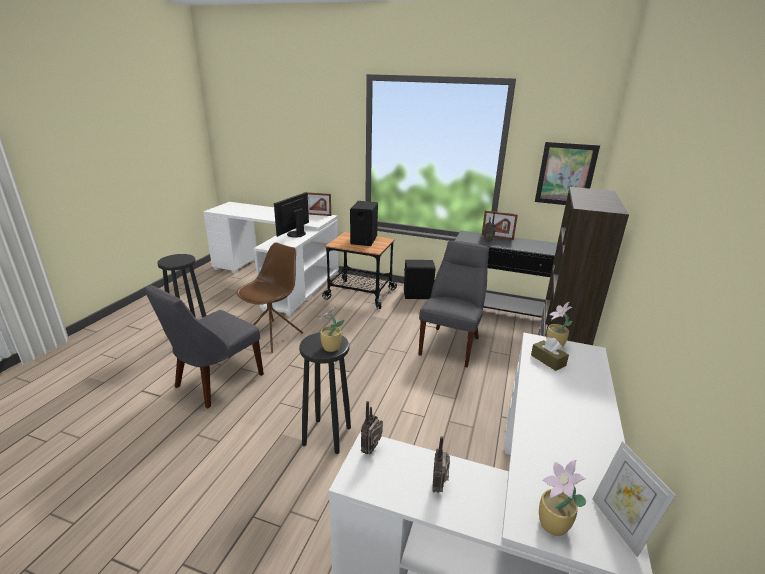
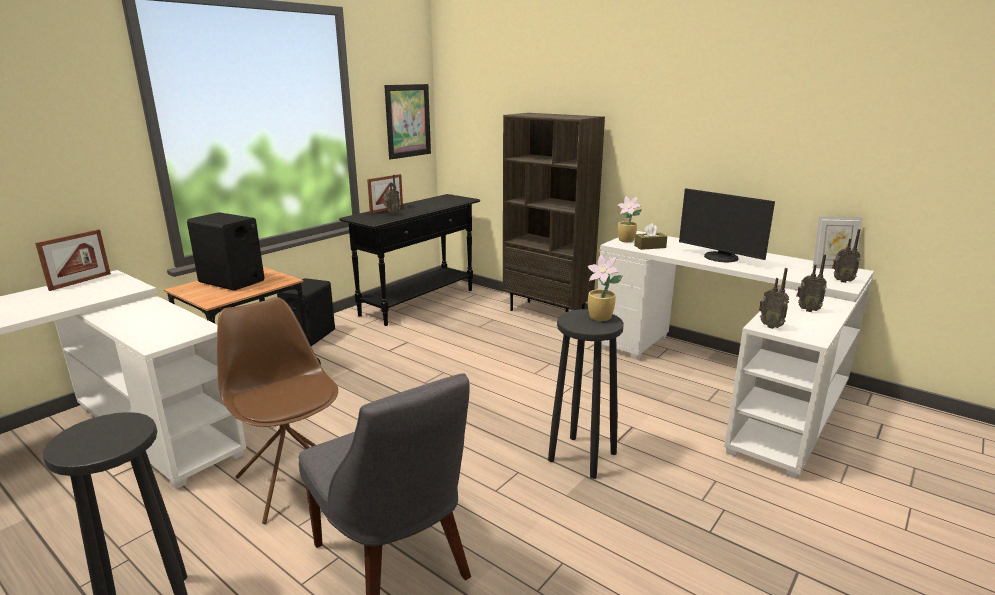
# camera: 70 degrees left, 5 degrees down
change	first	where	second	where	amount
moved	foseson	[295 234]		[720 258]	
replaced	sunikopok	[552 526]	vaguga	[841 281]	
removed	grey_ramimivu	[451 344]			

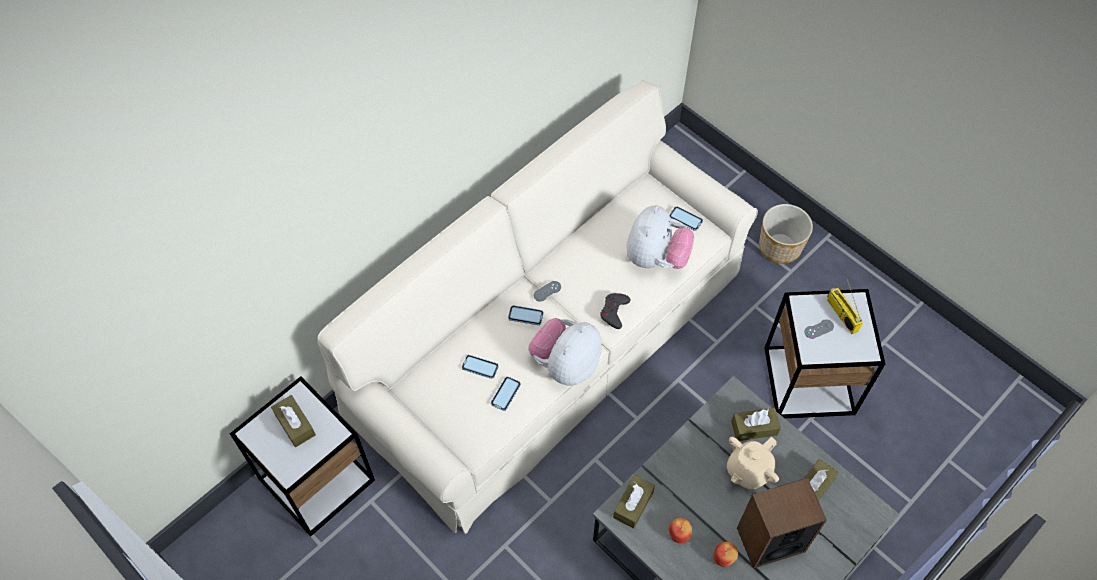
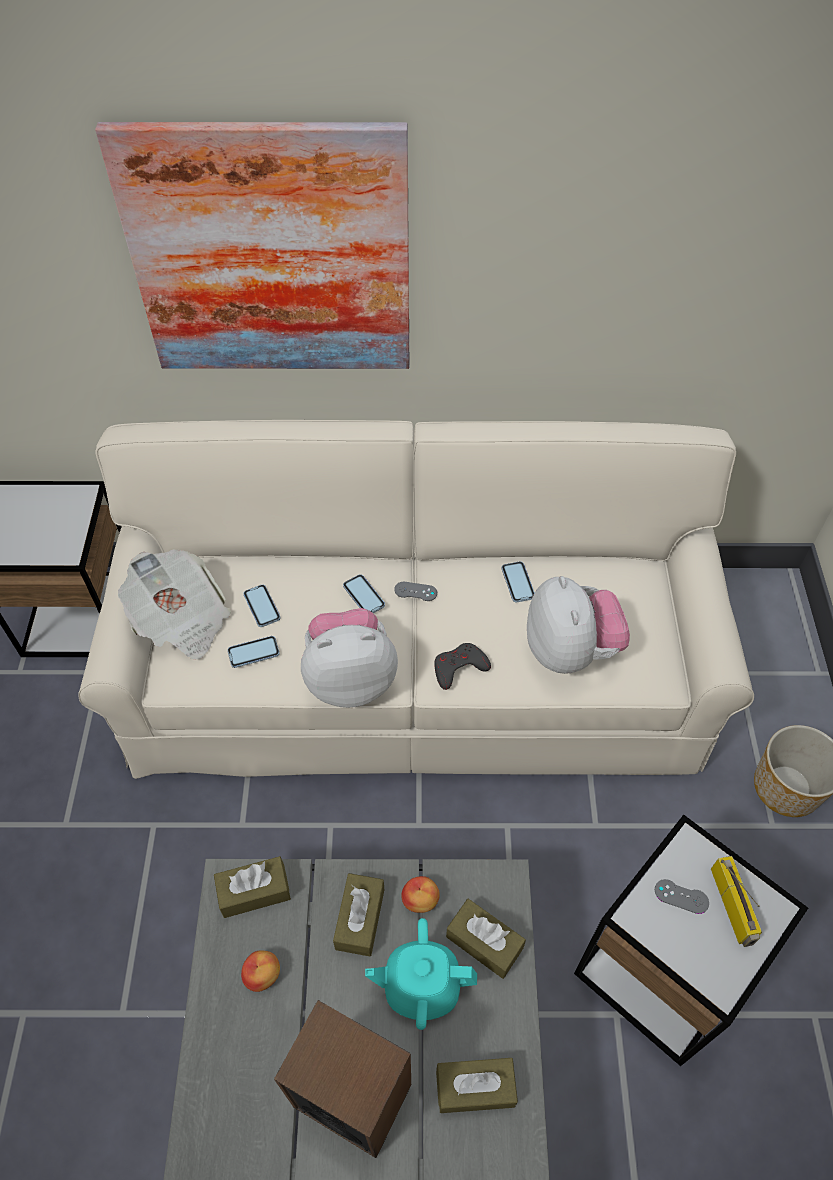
# camera: 45 degrees right, 5 degrees down
change	first	where	second	where	amount
added			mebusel	[271 255]	
added			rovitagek	[181 620]	
moved	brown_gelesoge	[295 424]		[360 919]	
recoloured	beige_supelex	[748 470]	turquoise_supelex	[421 985]	
moved	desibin	[724 557]		[420 900]	
moved	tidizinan	[685 219]		[518 583]	
turned	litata	[656 257]		[570 650]	75 degrees counterclockwise
turned	vaguga	[841 314]		[733 906]	150 degrees clockwise

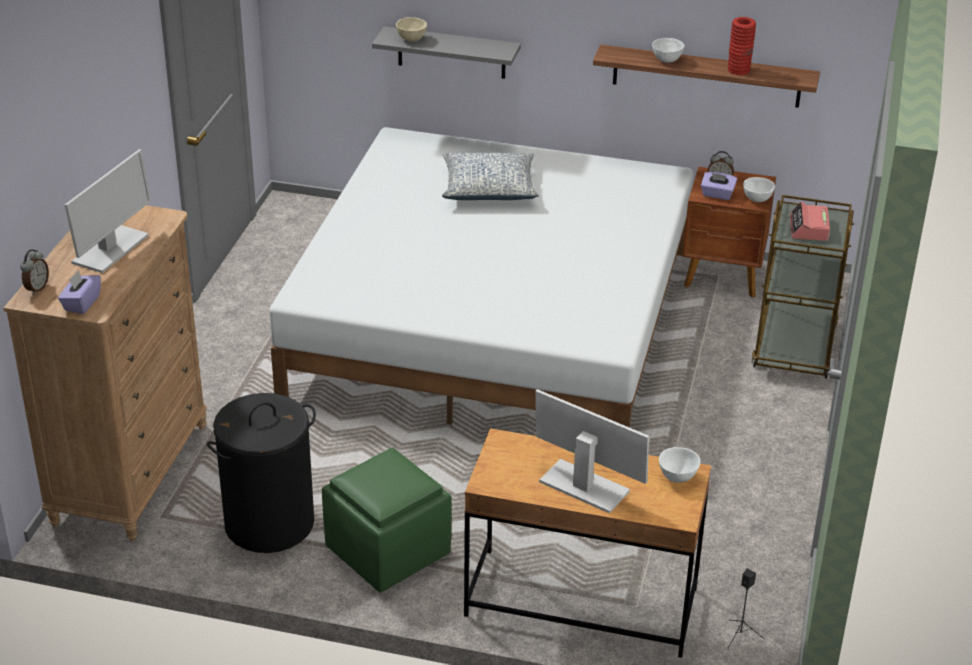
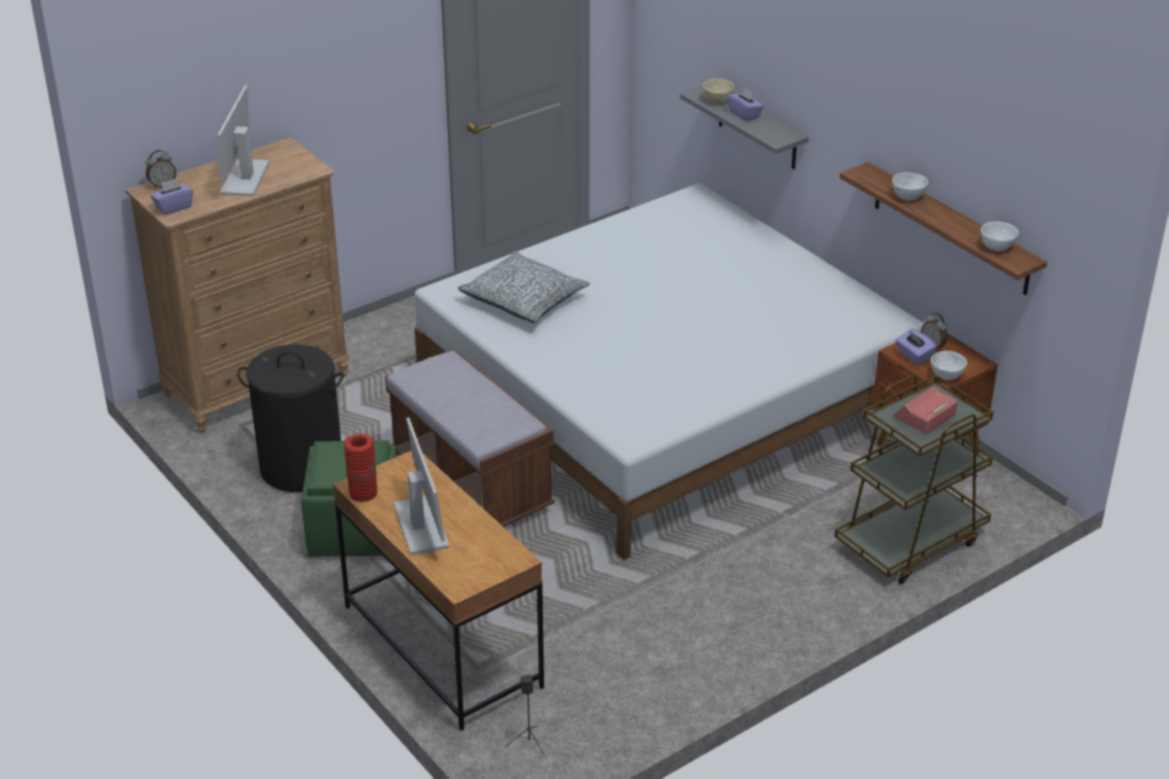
# camera: 40 degrees right, 0 degrees up
change	first	where	second	where	amount
turned	foseson	[110 250]		[244 178]	120 degrees clockwise
moved	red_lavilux	[738 70]		[363 493]	
added			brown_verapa	[471 484]	
moved	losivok	[489 188]		[524 300]	
added			purple_gelesoge	[744 114]	
moved	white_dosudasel	[678 476]		[997 248]	

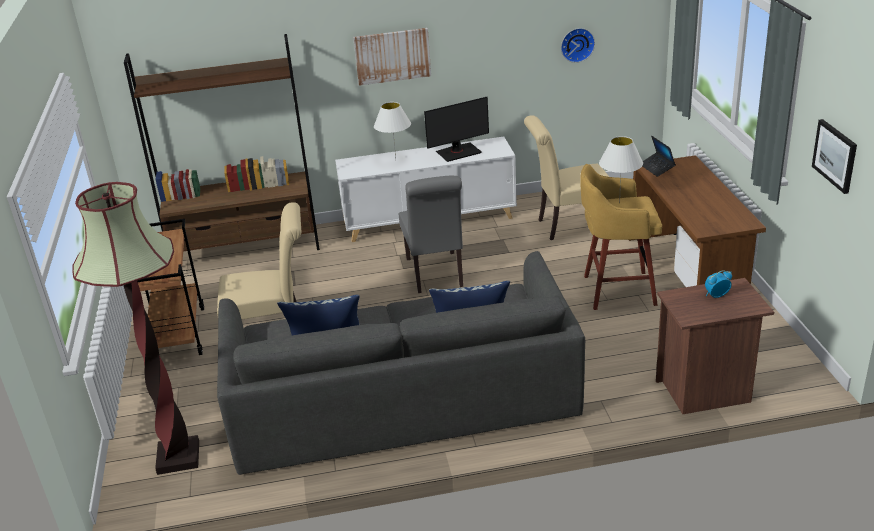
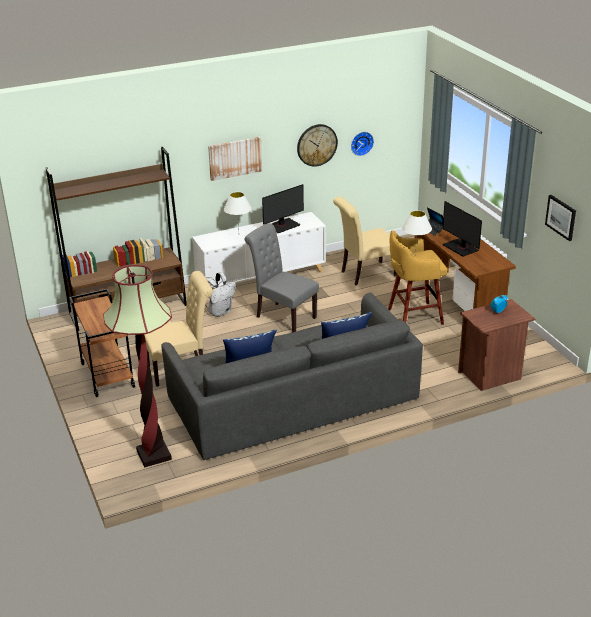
# camera: 15 degrees left, 0 degrees up
change	first	where	second	where	amount
added			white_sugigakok	[219 312]	
turned	grey_ramimivu	[436 275]		[282 316]	150 degrees clockwise
added			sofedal	[317 145]	
added			foseson	[461 248]	

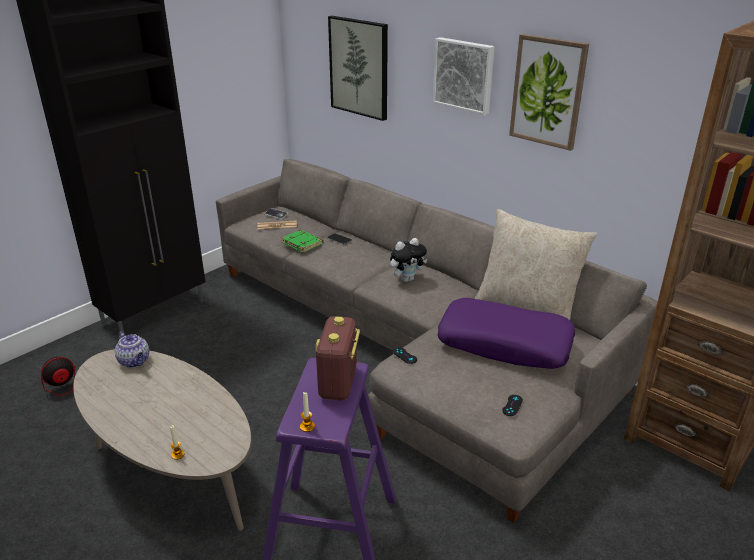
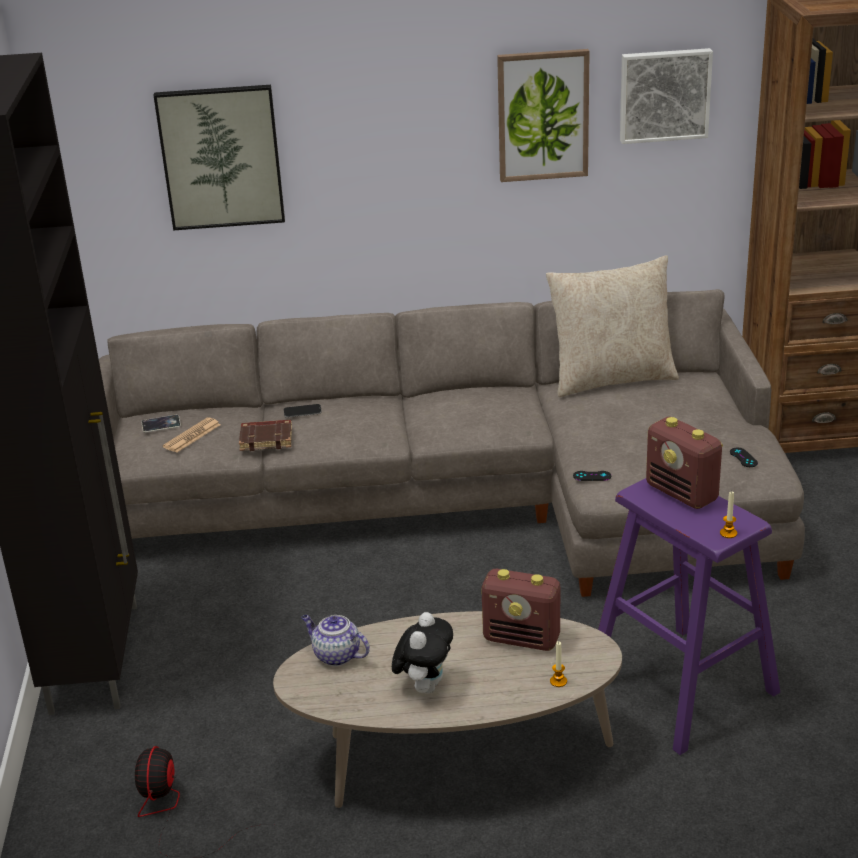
# camera: 45 degrees left, 0 degrees up
change	first	where	second	where	amount
recoloured	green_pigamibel	[303 244]	brown_pigamibel	[267 439]	
turned	supelex	[135 361]		[335 655]	150 degrees counterclockwise
moved	litata	[407 279]		[425 686]	
added			vaguga	[522 639]	
moved	mebusel	[464 75]		[664 95]	
removed	purple_losivok	[504 344]			

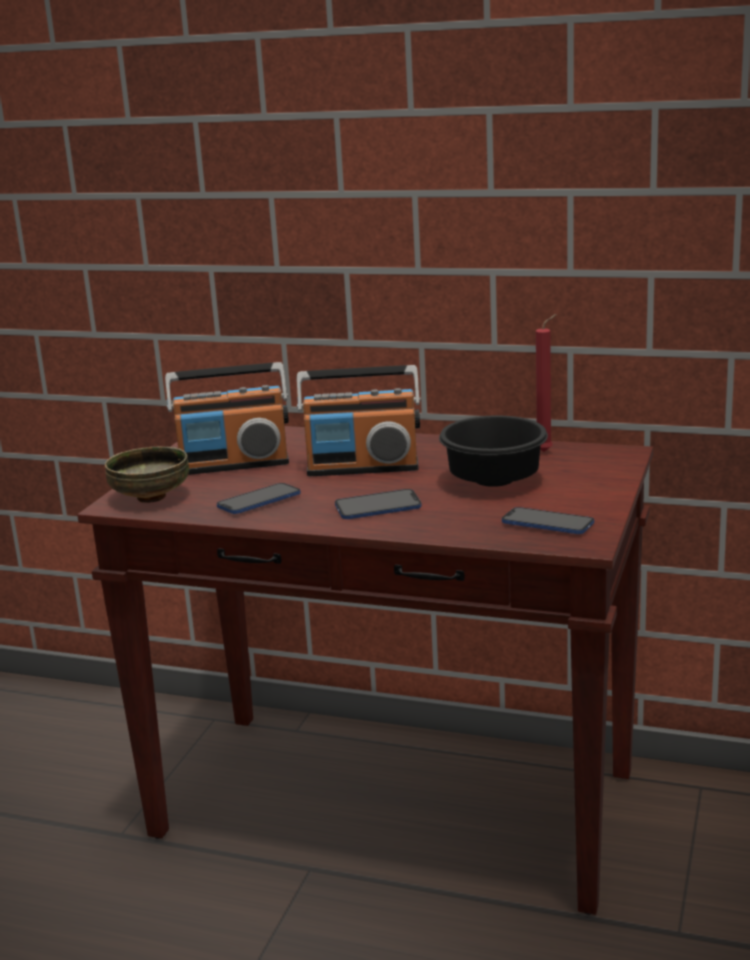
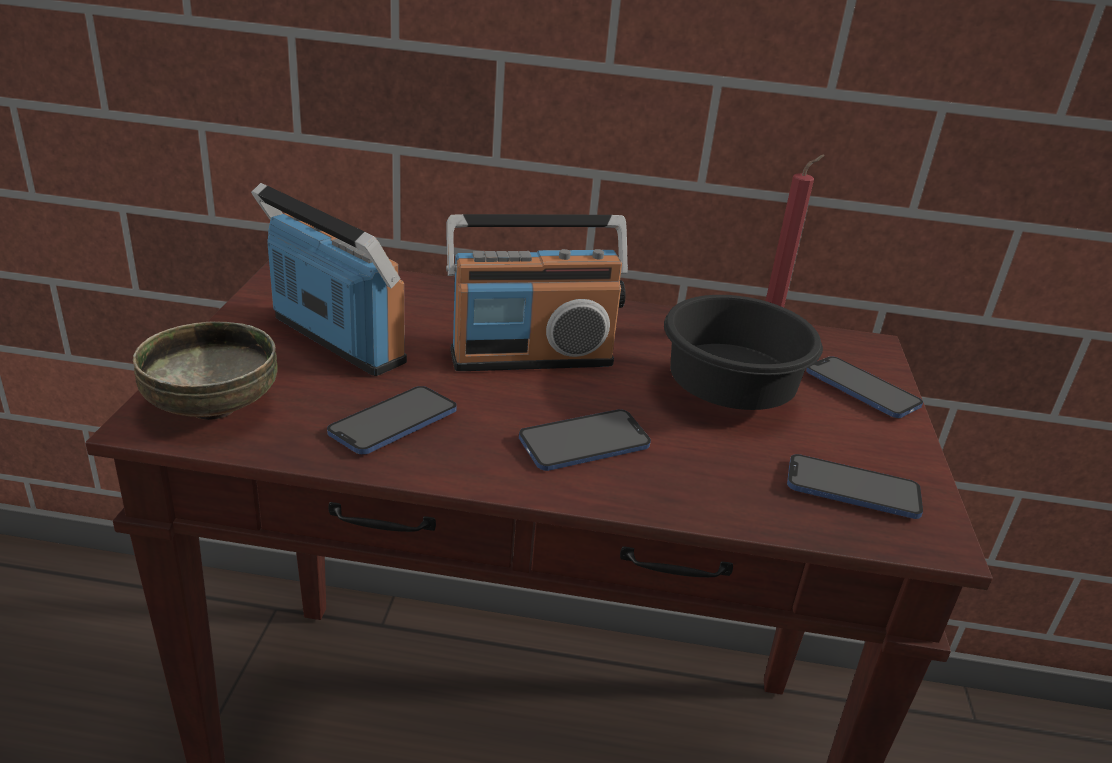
# camera: 15 degrees left, 10 degrees up
change	first	where	second	where	amount
turned	vaguga	[234 464]		[336 341]	120 degrees counterclockwise
added			tidizinan	[862 389]	

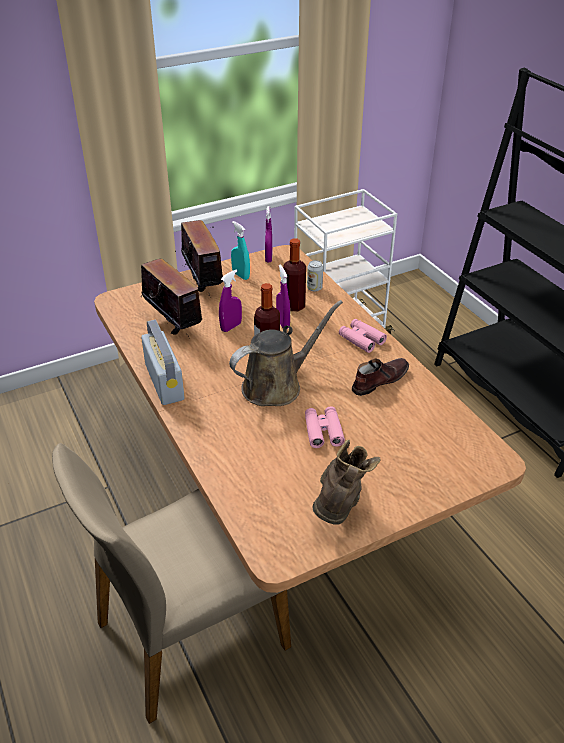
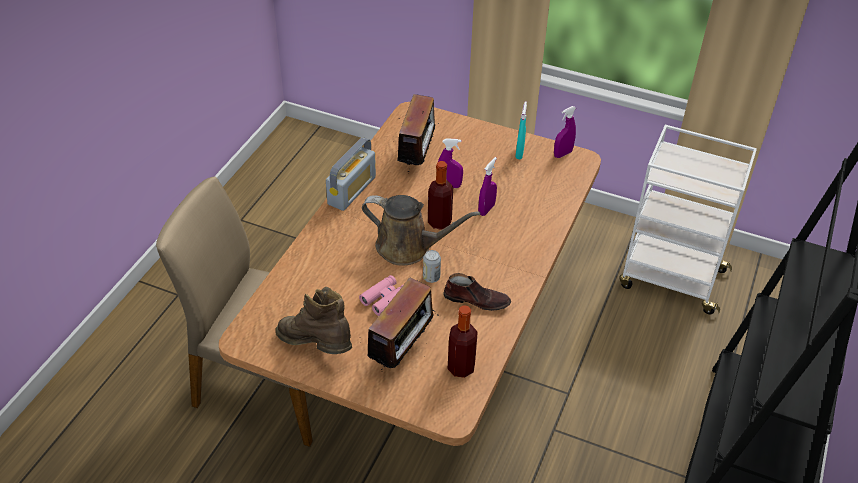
# camera: 50 degrees right, 5 degrees up
change	first	where	second	where	amount
turned	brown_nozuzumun	[340 506]		[317 347]	120 degrees counterclockwise
moved	vaguga	[204 284]		[402 351]	
moved	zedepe	[314 288]		[431 277]	
moved	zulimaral	[294 306]		[461 368]	
removed	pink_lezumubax	[361 339]			

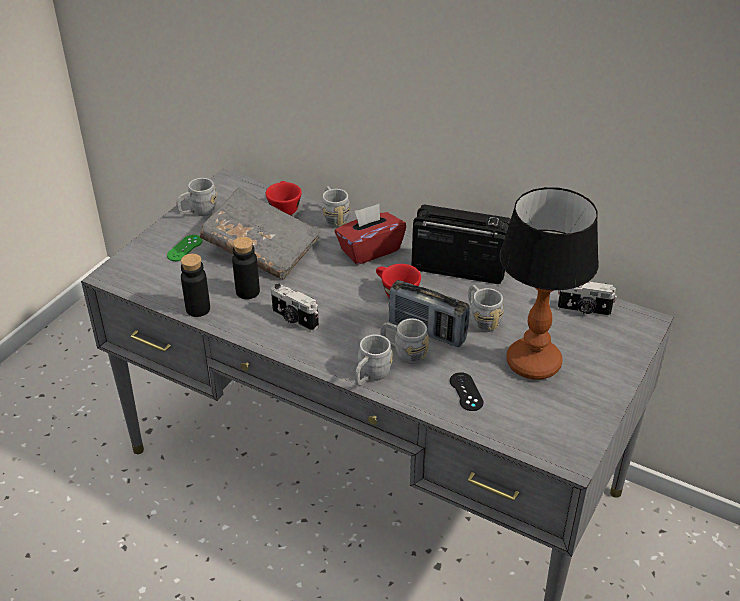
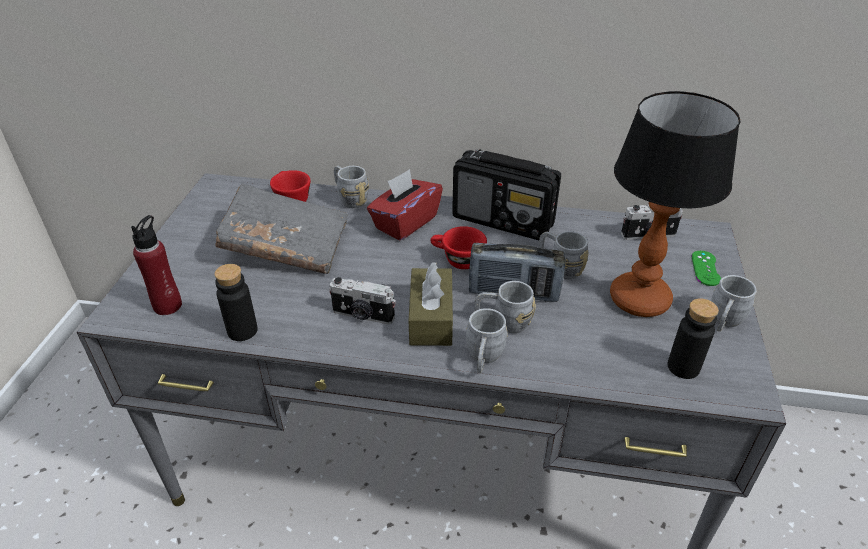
# camera: 20 degrees left, 0 degrees up
change	first	where	second	where	amount
added			red_zulimaral	[168 305]	
added			brown_gelesoge	[431 318]	
turned	vaguga	[458 267]		[504 221]	150 degrees counterclockwise
moved	black_zulimaral	[247 291]		[683 367]	
moved	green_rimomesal	[185 248]		[705 268]	
moved	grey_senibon	[198 212]		[723 322]	
removed	black_rimomesal	[466 392]			

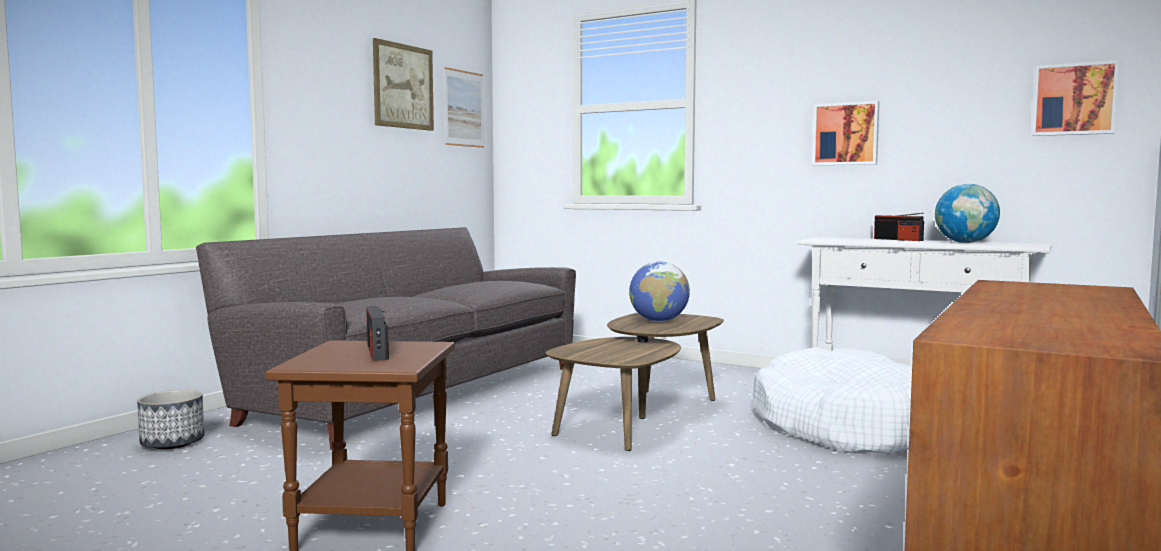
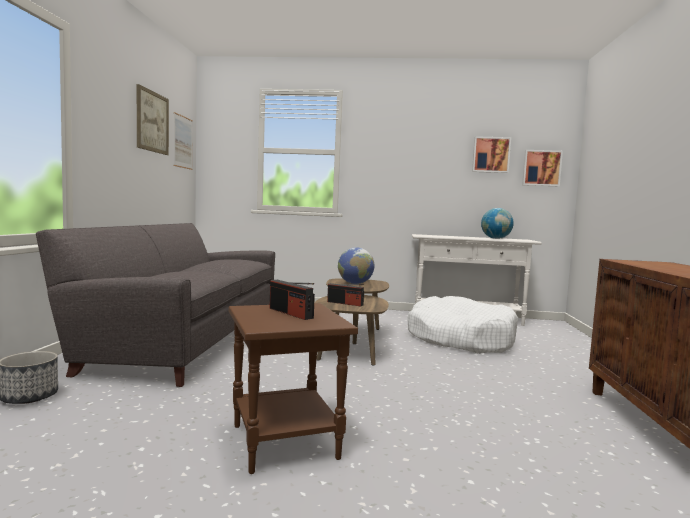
# camera: 25 degrees left, 0 degrees up
change	first	where	second	where	amount
moved	vaguga	[898 239]		[345 303]	
moved	mebusel	[846 134]		[491 155]	

